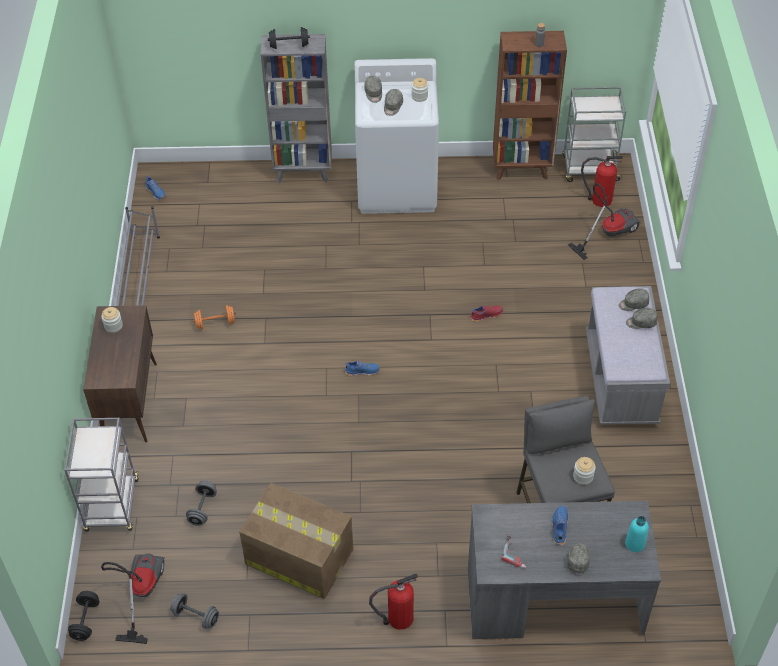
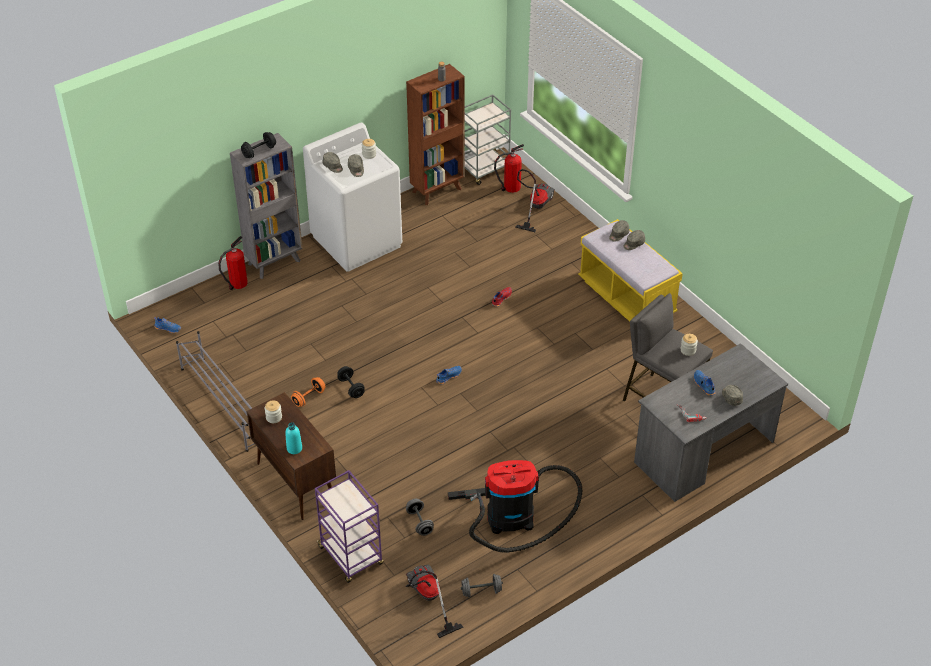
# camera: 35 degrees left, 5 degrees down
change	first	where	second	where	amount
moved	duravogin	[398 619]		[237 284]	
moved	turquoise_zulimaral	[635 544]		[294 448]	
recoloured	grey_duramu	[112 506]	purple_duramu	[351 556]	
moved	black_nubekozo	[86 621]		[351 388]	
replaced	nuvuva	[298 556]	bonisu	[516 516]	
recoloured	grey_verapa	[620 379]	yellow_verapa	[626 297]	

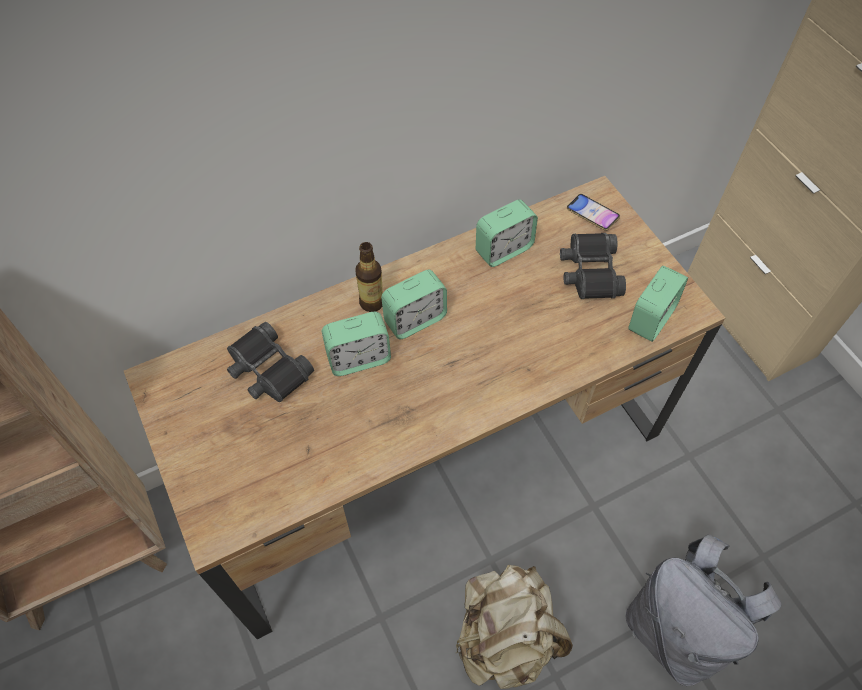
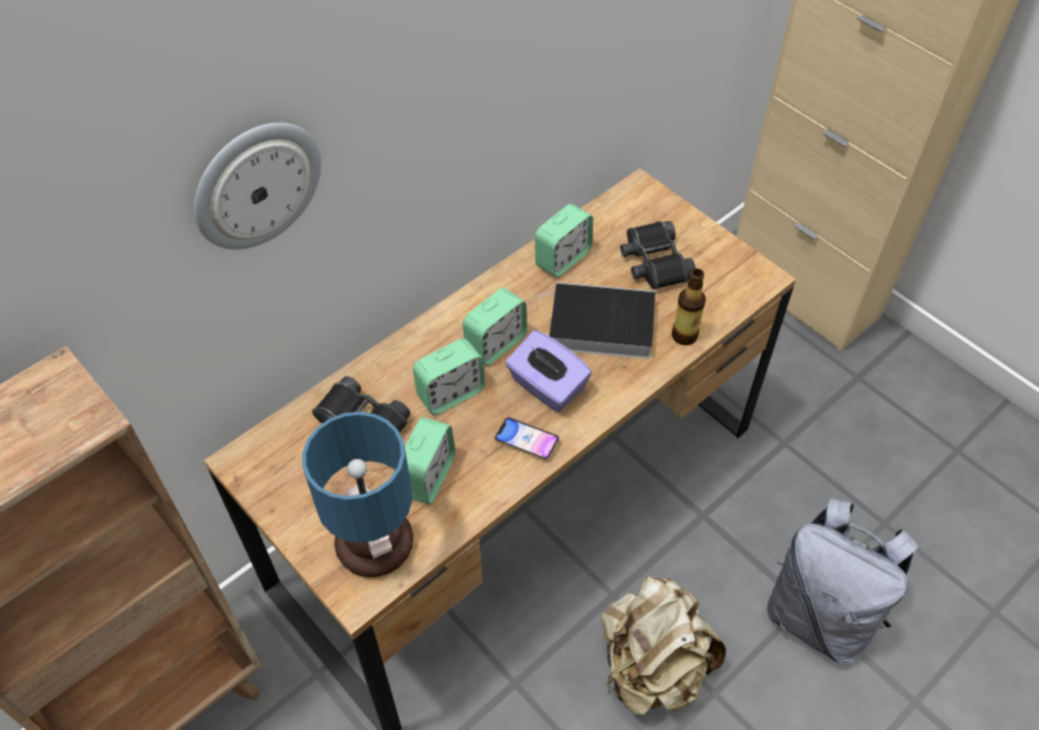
# camera: 15 degrees left, 5 degrees down
change	first	where	second	where	amount
added			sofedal	[256 184]	
added			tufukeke	[377 546]	
moved	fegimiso	[651 319]		[428 476]	
moved	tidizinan	[592 214]		[526 441]	
added			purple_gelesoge	[546 386]	
added			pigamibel	[598 325]	
moved	zulimaral	[372 302]		[684 335]	

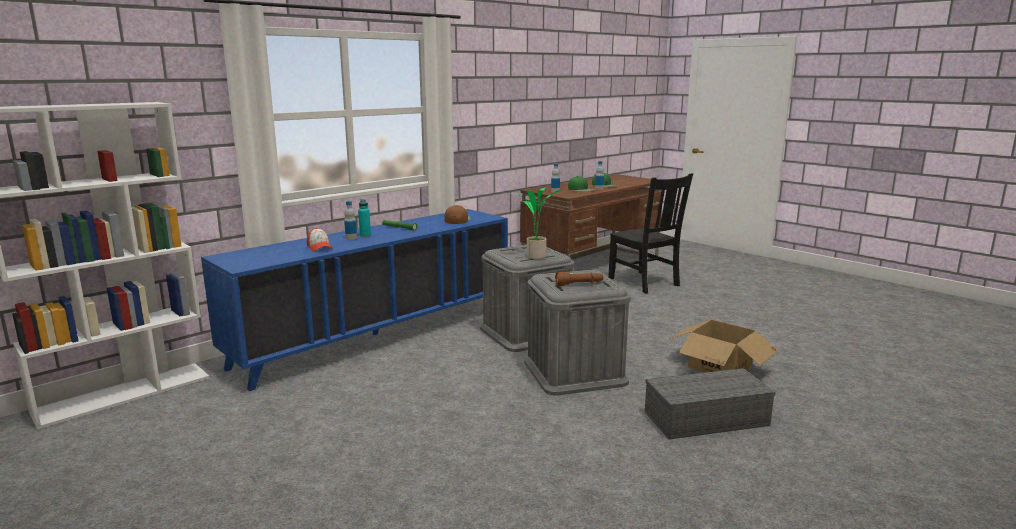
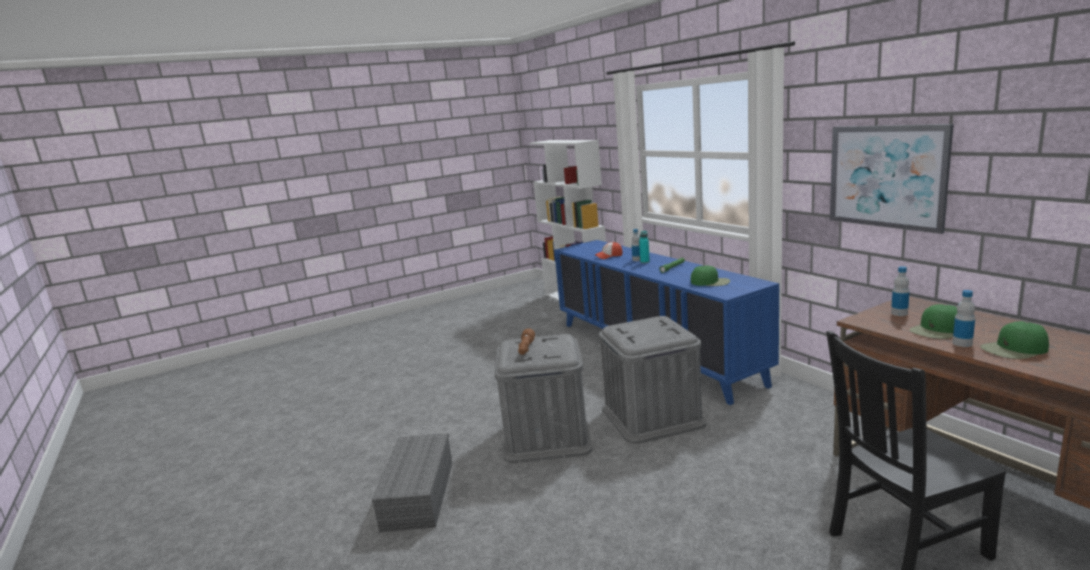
# camera: 105 degrees right, 0 degrees up
change	first	where	second	where	amount
recoloured	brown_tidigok	[457 220]	green_tidigok	[711 282]	
added			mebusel	[886 176]	
removed	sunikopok	[535 257]			
removed	nuvuva	[720 366]			

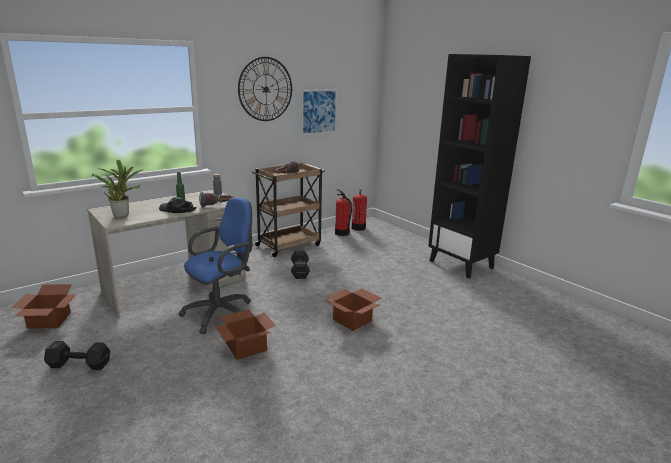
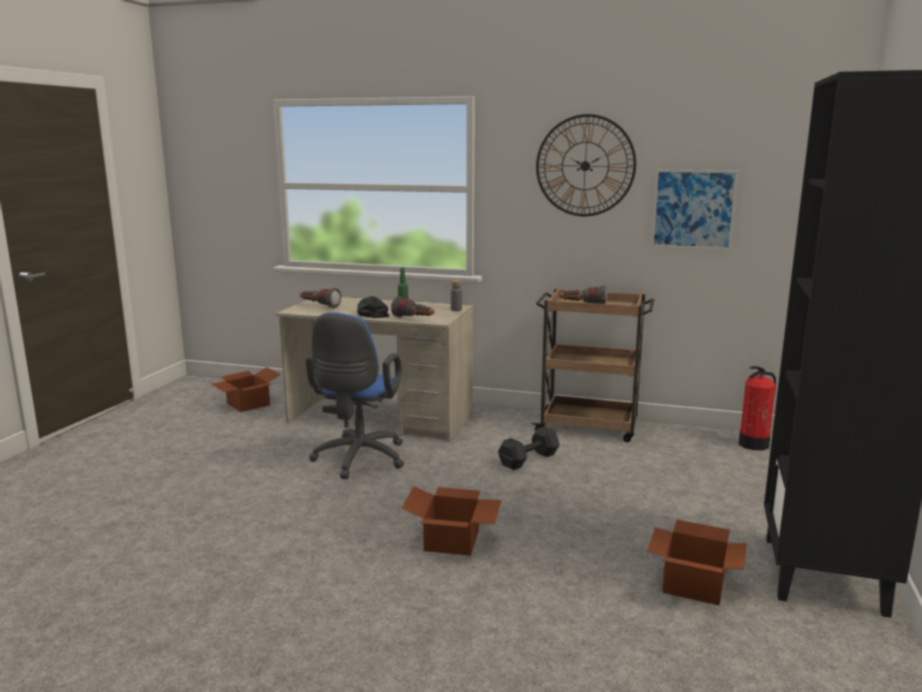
# camera: 55 degrees right, 5 degrees down
change	first	where	second	where	amount
replaced	sunikopok	[122 215]	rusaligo	[319 306]	
turned	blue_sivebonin	[222 312]		[358 460]	90 degrees clockwise
moved	nuvuva	[246 346]		[695 584]	
removed	black_nubekozo	[78 364]			
removed	duravogin	[342 233]			

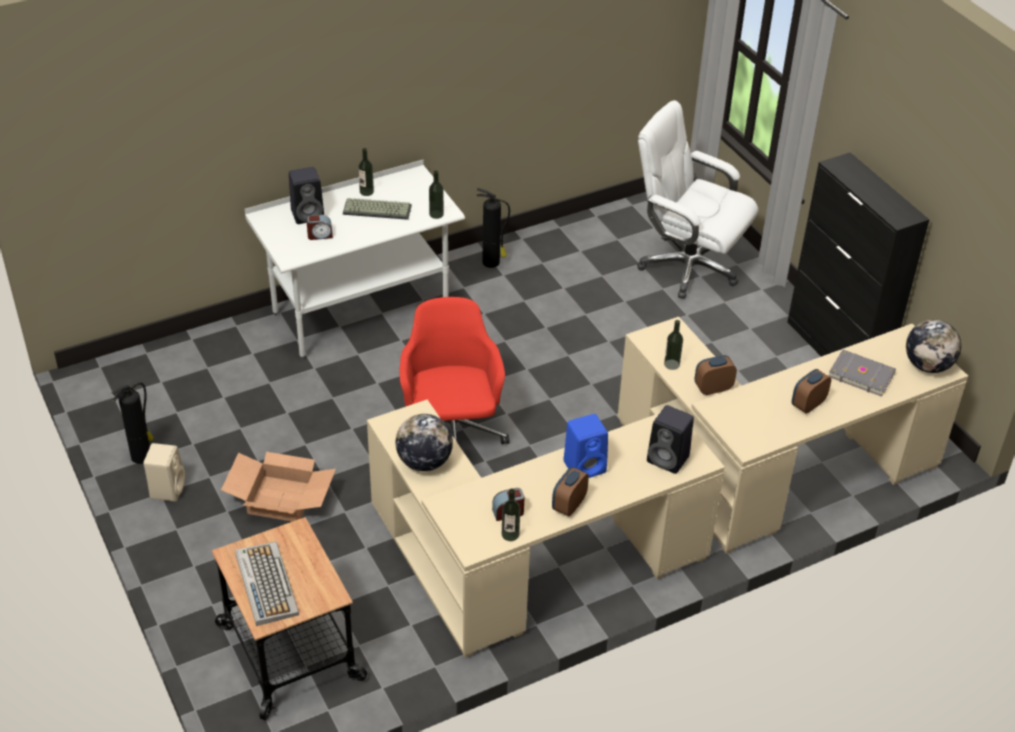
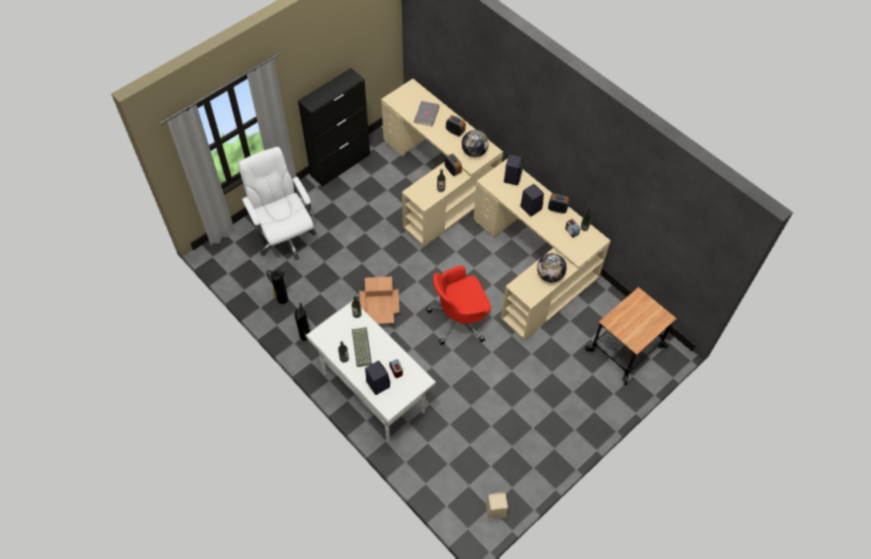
# camera: 105 degrees left, 15 degrees up
change	first	where	second	where	amount
turned	white_sivebonin	[687 267]		[284 236]	135 degrees clockwise
moved	duravogin	[142 456]		[282 299]	
moved	nuvuva	[282 498]		[379 307]	
moved	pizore	[927 365]		[474 152]	
moved	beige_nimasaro	[167 488]		[495 510]	
recoloured	blue_nimasaro	[585 466]	black_nimasaro	[530 208]	
removed	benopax	[265 583]			

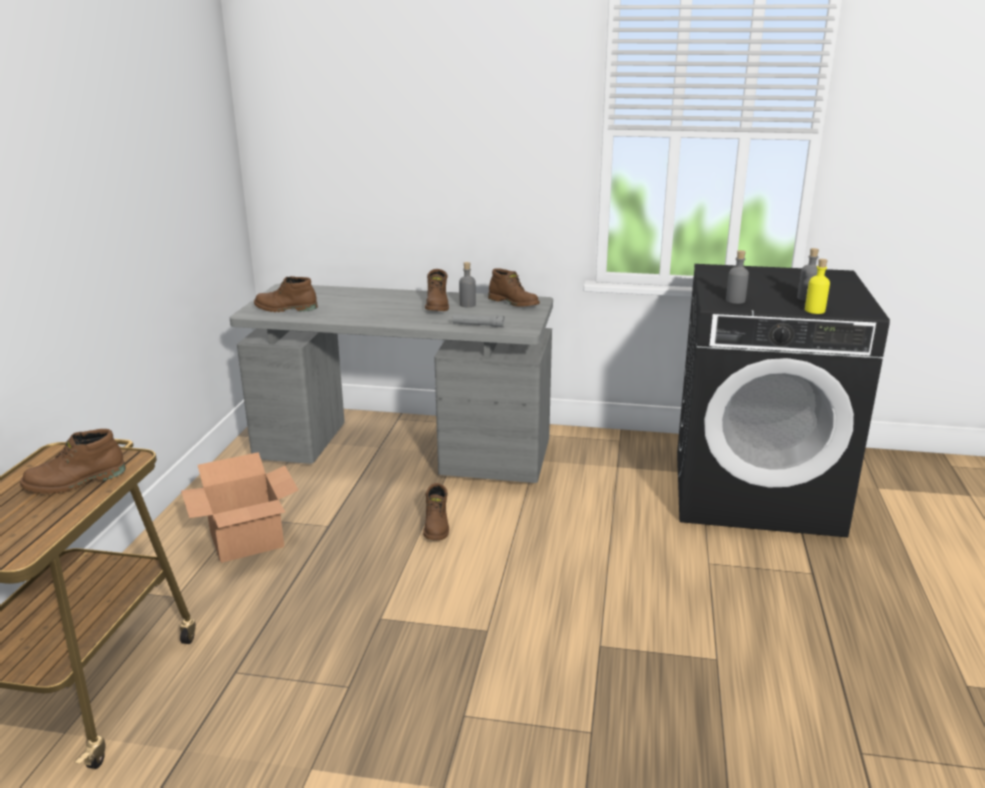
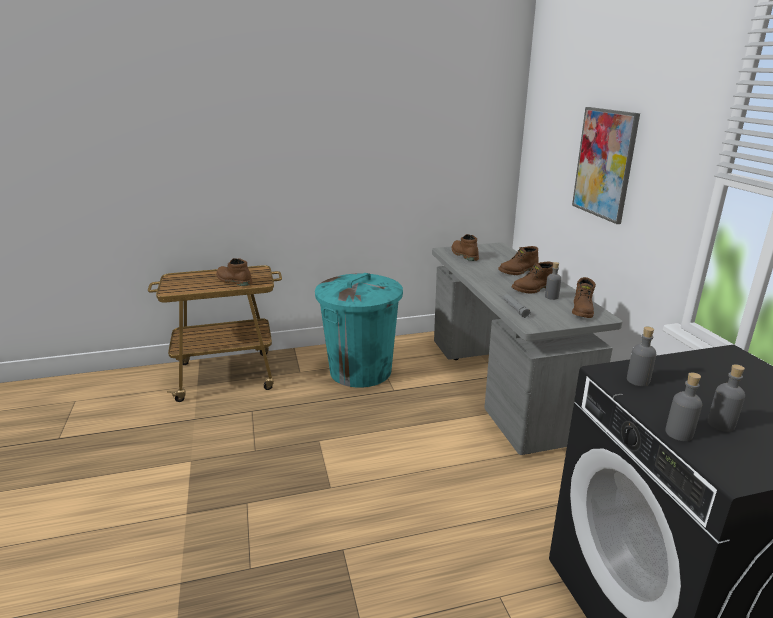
# camera: 65 degrees right, 0 degrees up
change	first	where	second	where	amount
replaced	nuvuva	[247 539]	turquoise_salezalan	[361 371]	
moved	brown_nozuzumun	[437 526]		[518 271]	
added			mebusel	[604 163]	
recoloured	yellow_zulimaral	[814 310]	grey_zulimaral	[679 433]	

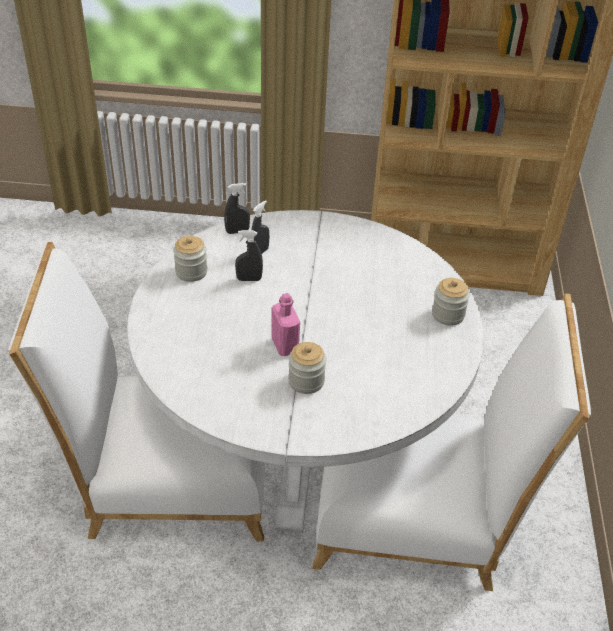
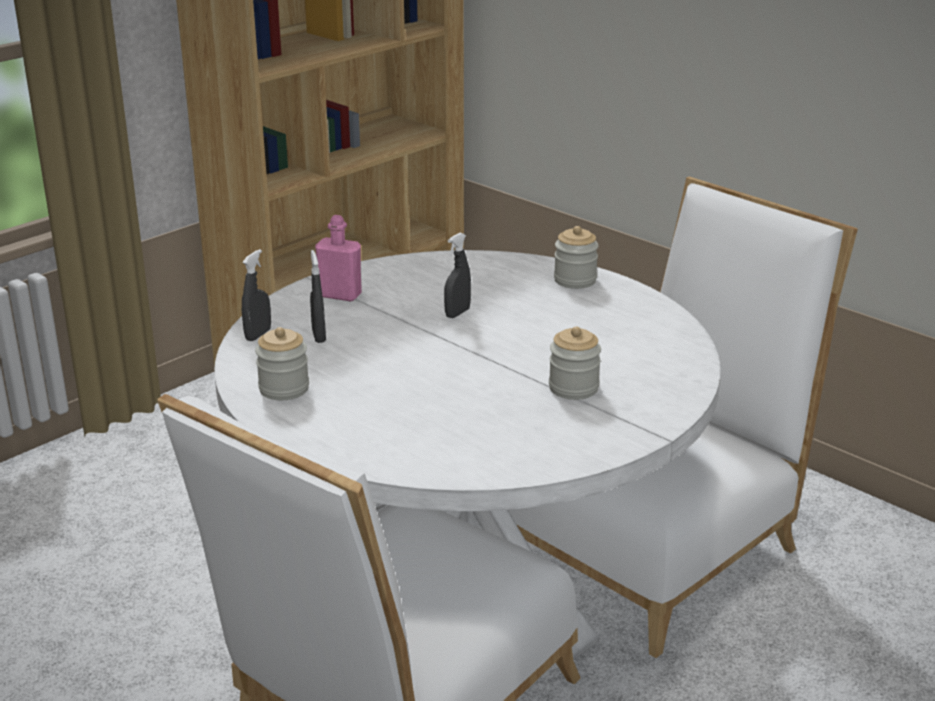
# camera: 50 degrees left, 15 degrees down
change	first	where	second	where	amount
moved	pink_zulimaral	[285 345]		[340 295]	
moved	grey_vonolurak	[249 279]		[457 313]	

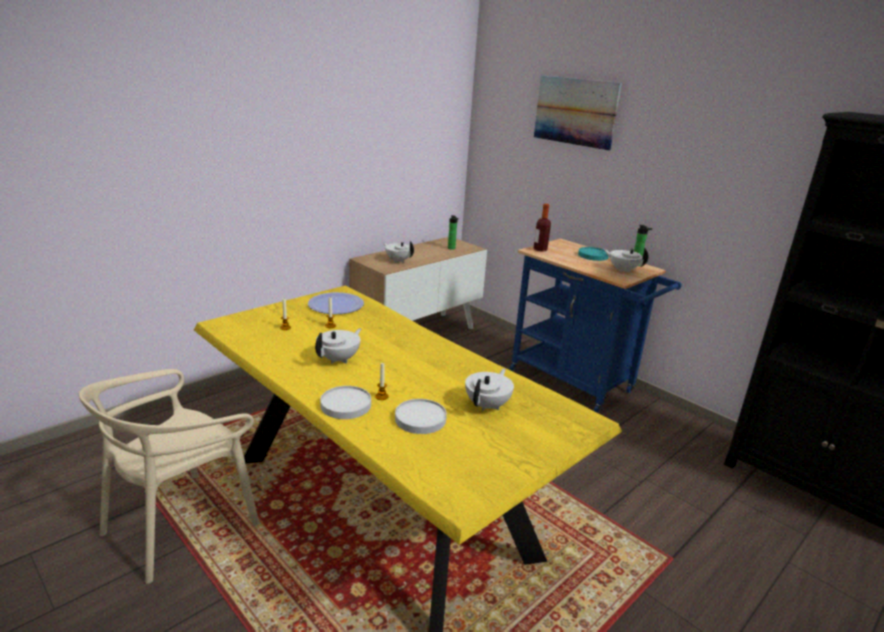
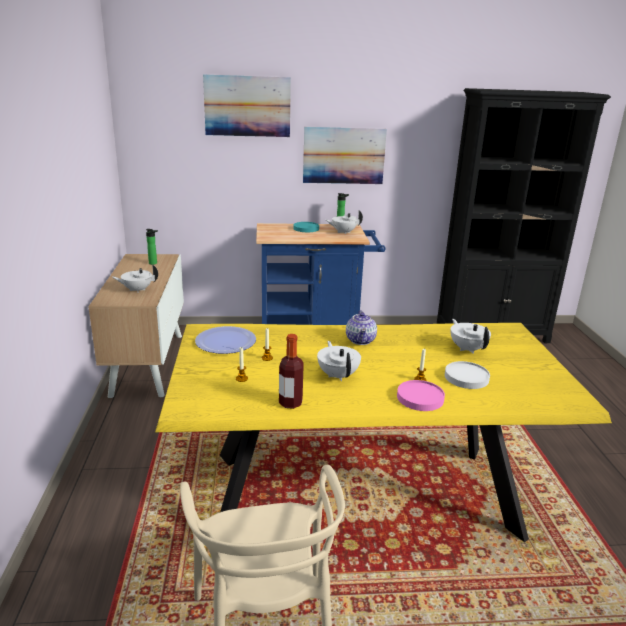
# camera: 50 degrees left, 0 degrees up
change	first	where	second	where	amount
moved	zulimaral	[540 249]		[290 403]	
added			mebusel	[344 155]	
added			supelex	[361 340]	
recoloured	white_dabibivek	[346 405]	pink_dabibivek	[420 398]	

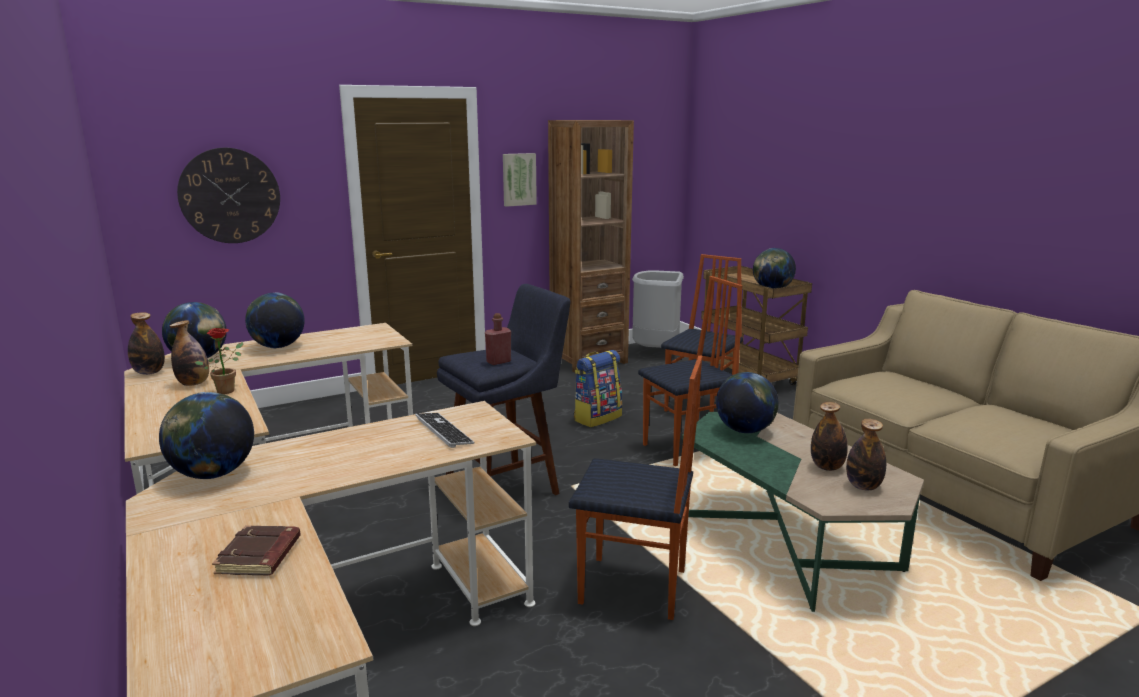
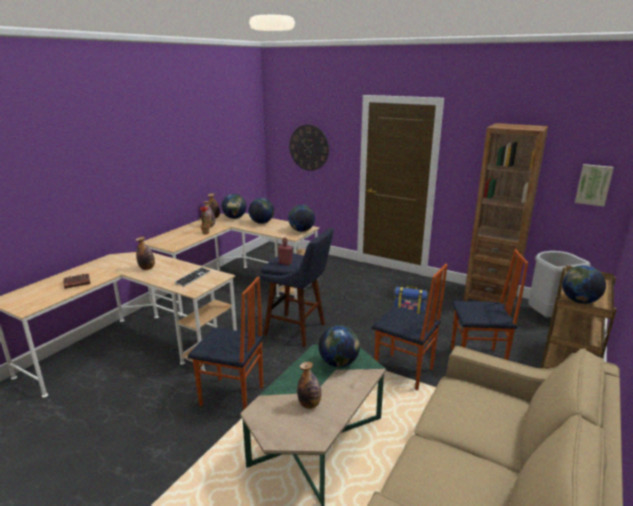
# camera: 60 degrees right, 5 degrees up
change	first	where	second	where	amount
moved	zulimaral	[863 486]		[147 268]	
turned	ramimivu	[633 588]		[232 397]	60 degrees counterclockwise
moved	pizore	[213 474]		[301 231]	
moved	mebusel	[518 179]		[593 184]	

